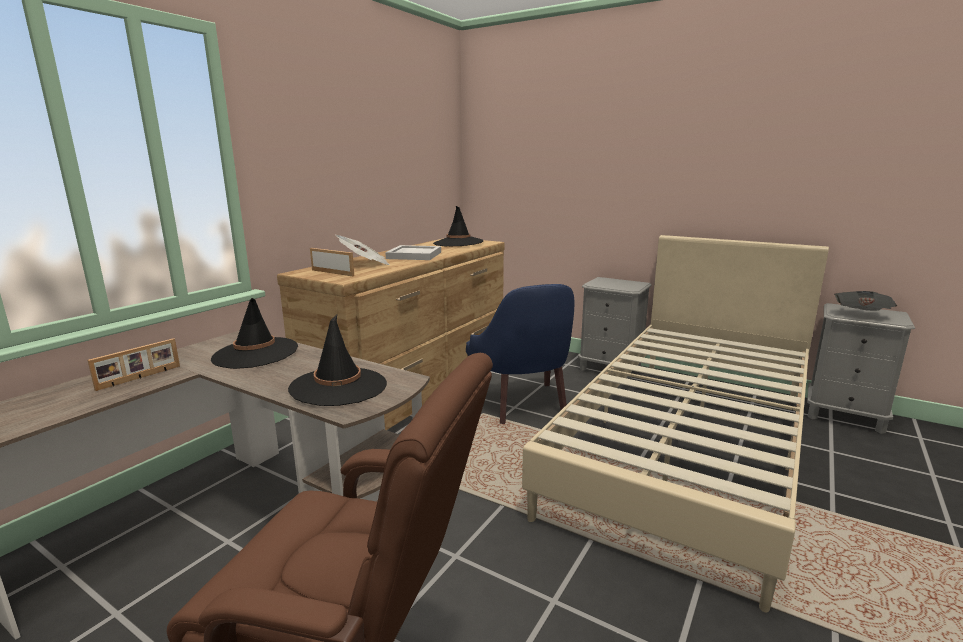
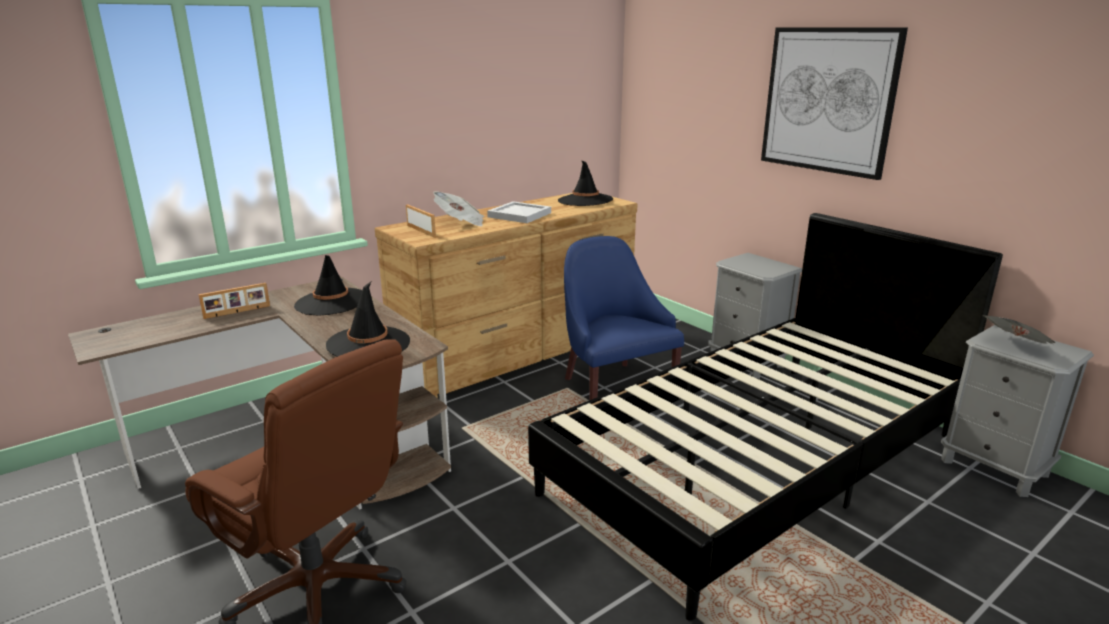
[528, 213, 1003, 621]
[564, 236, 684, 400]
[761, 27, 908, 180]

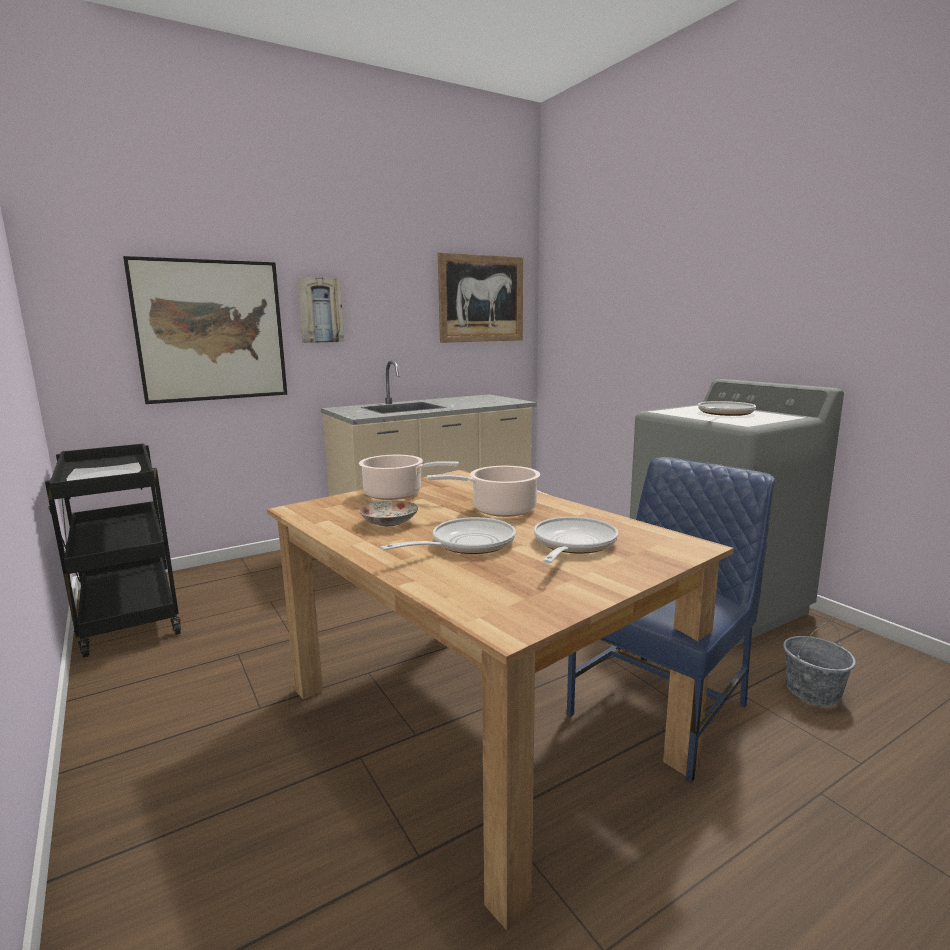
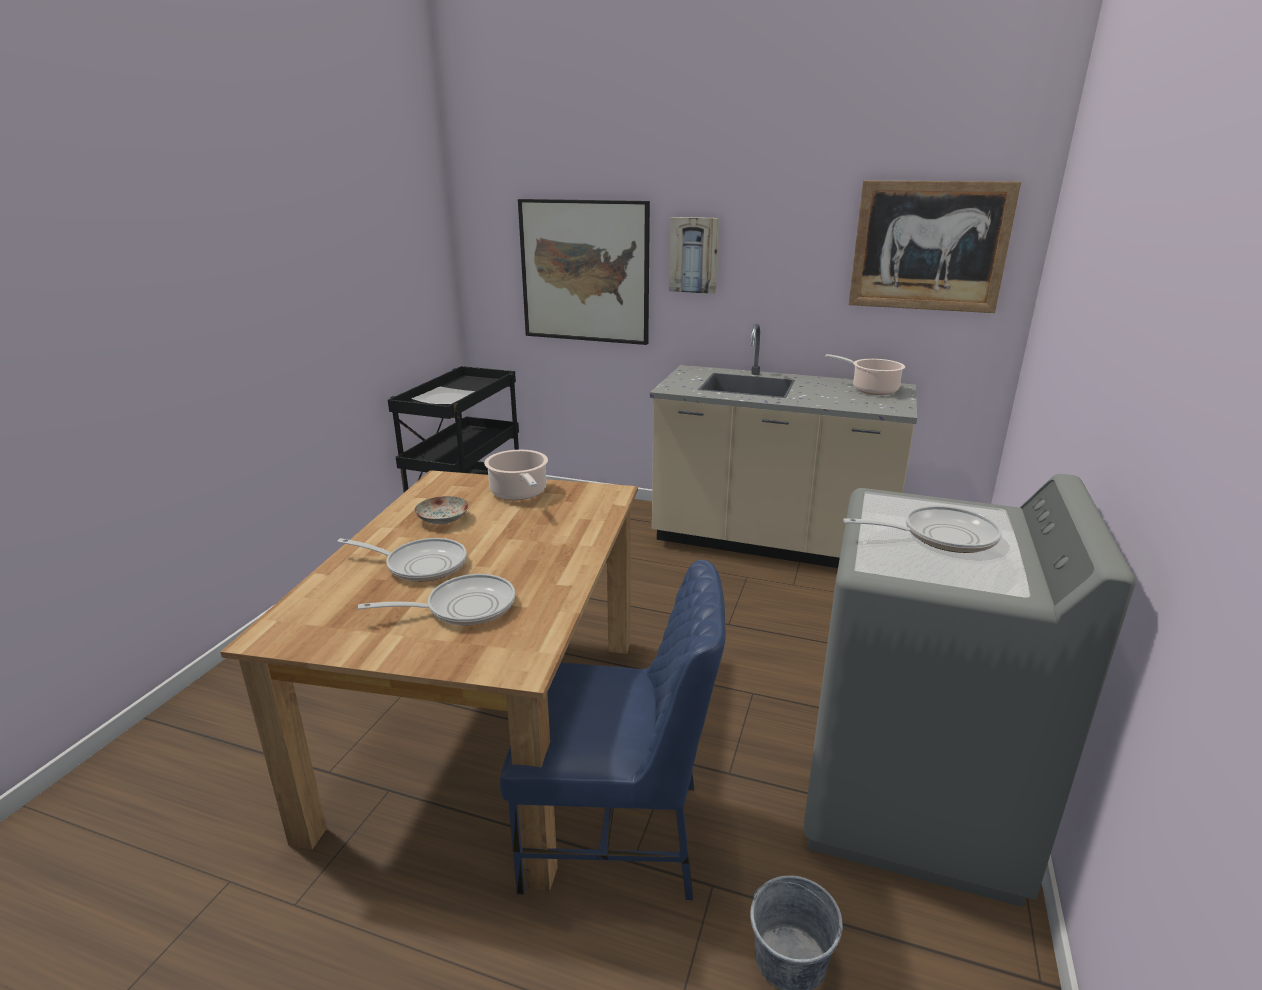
[825, 354, 905, 395]

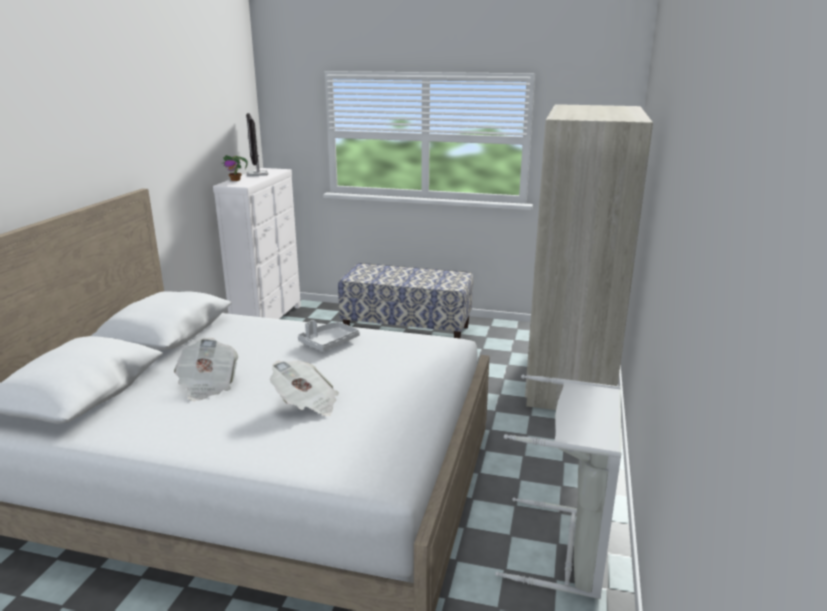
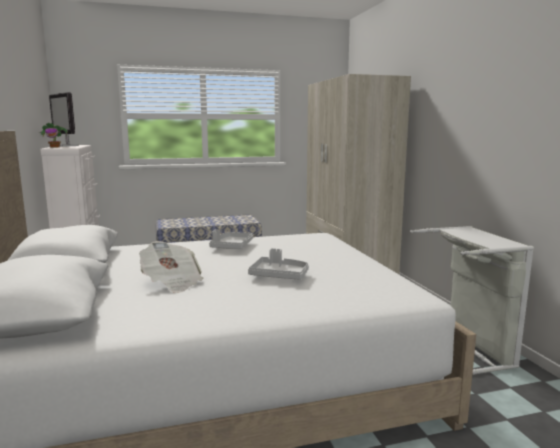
[248, 248, 309, 280]

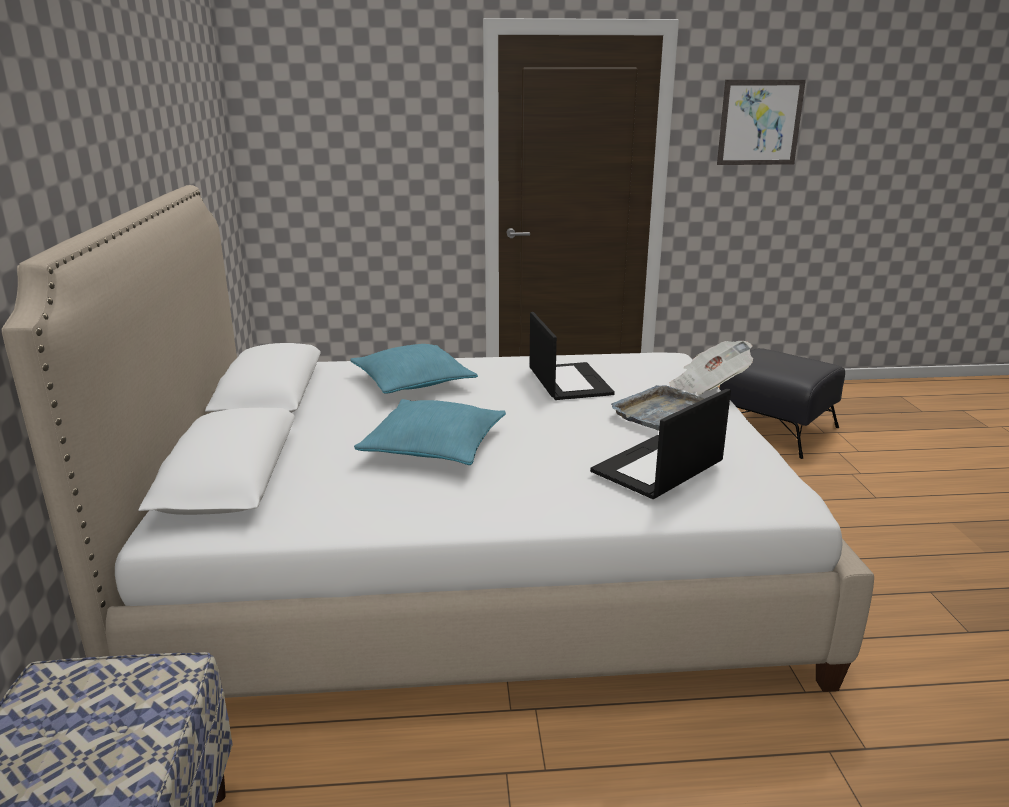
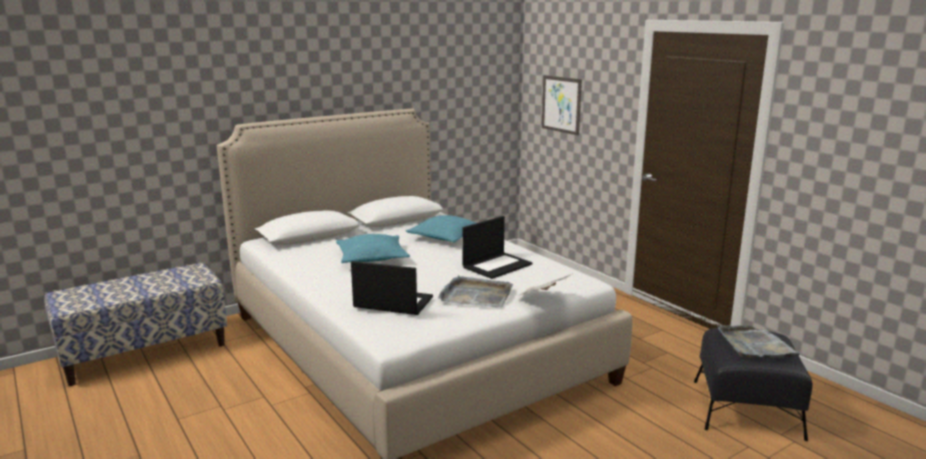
[542, 75, 582, 135]
[718, 325, 803, 359]

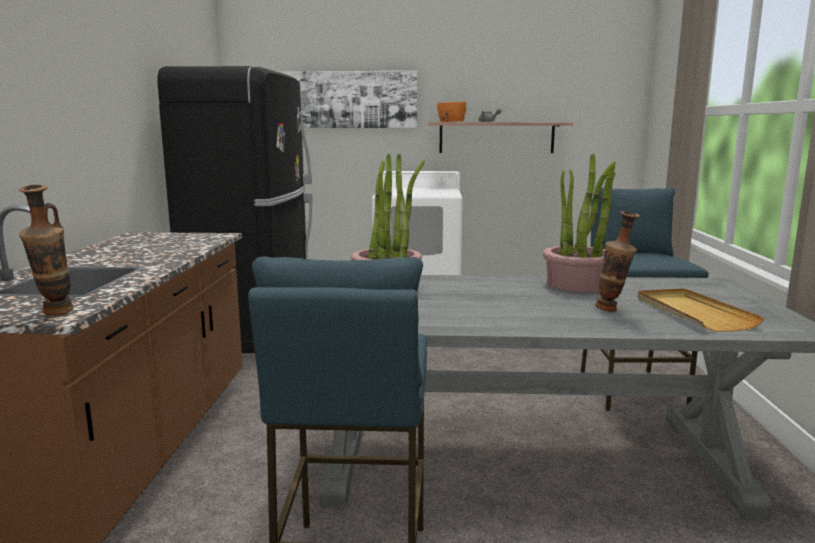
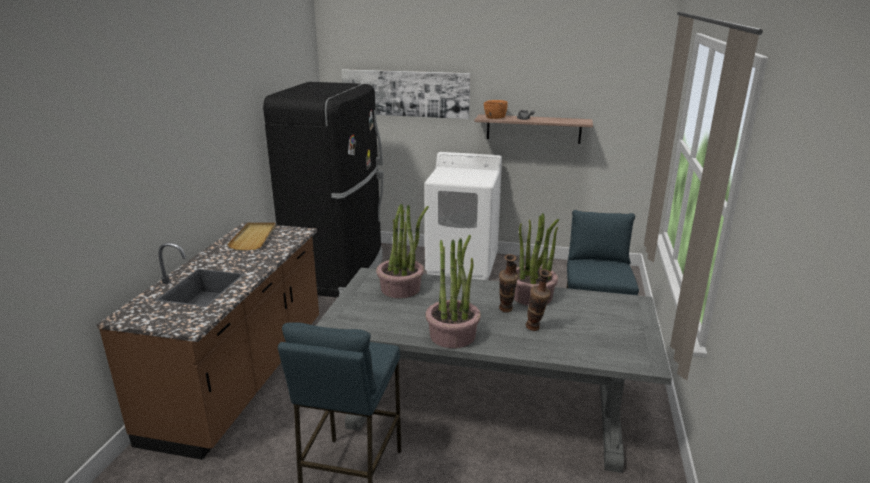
[499, 254, 518, 312]
[227, 222, 276, 250]
[425, 235, 481, 348]

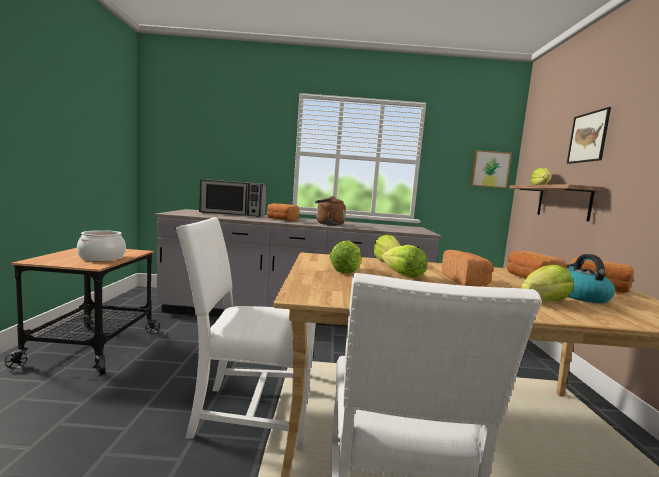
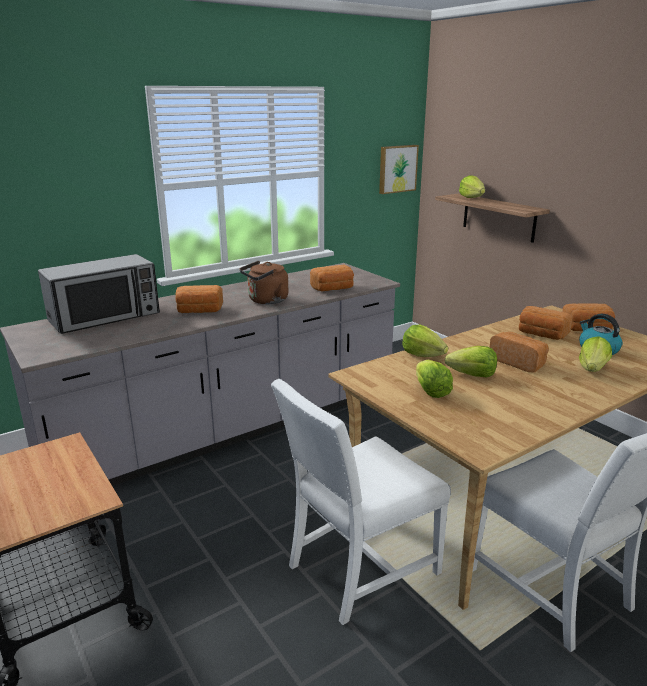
[567, 107, 611, 164] (first image)
[77, 230, 126, 261] (first image)
[310, 265, 354, 292]

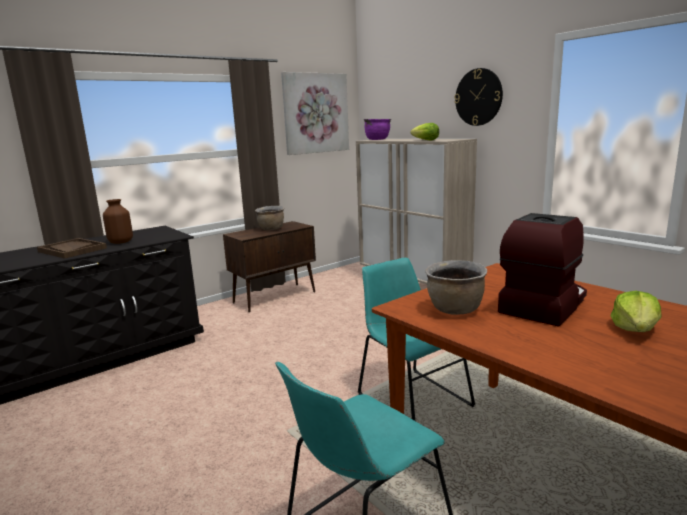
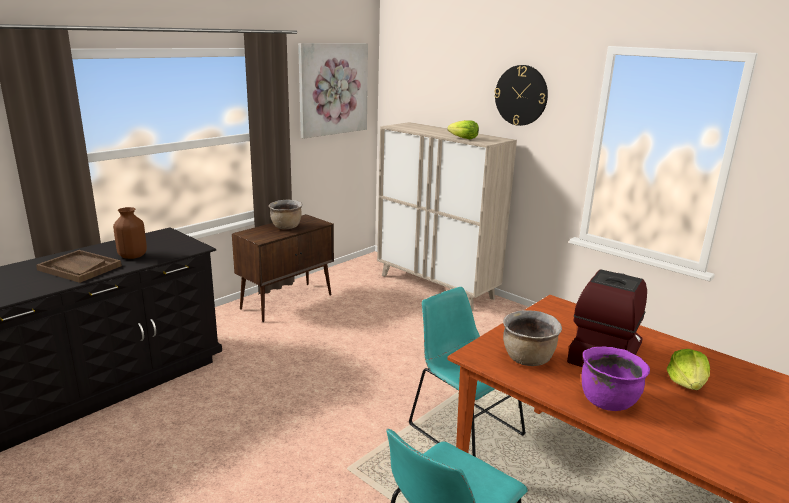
[582, 347, 650, 411]

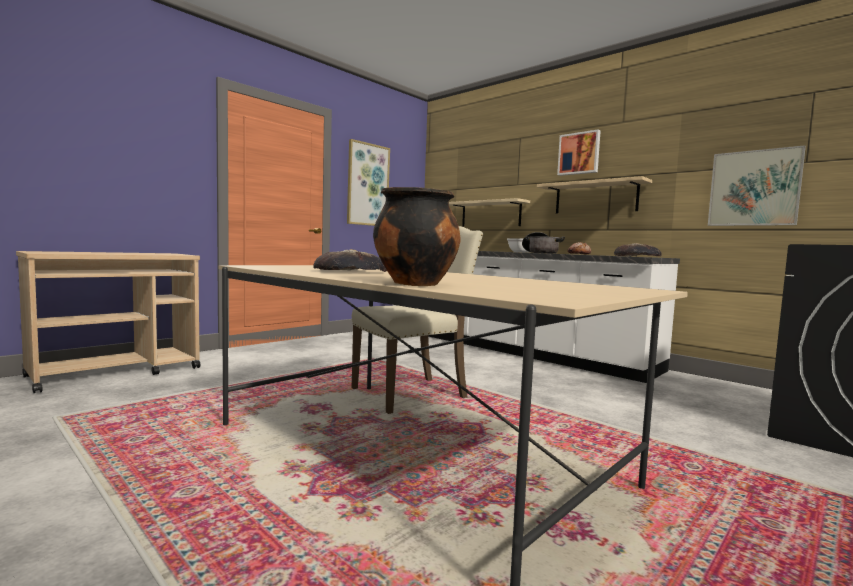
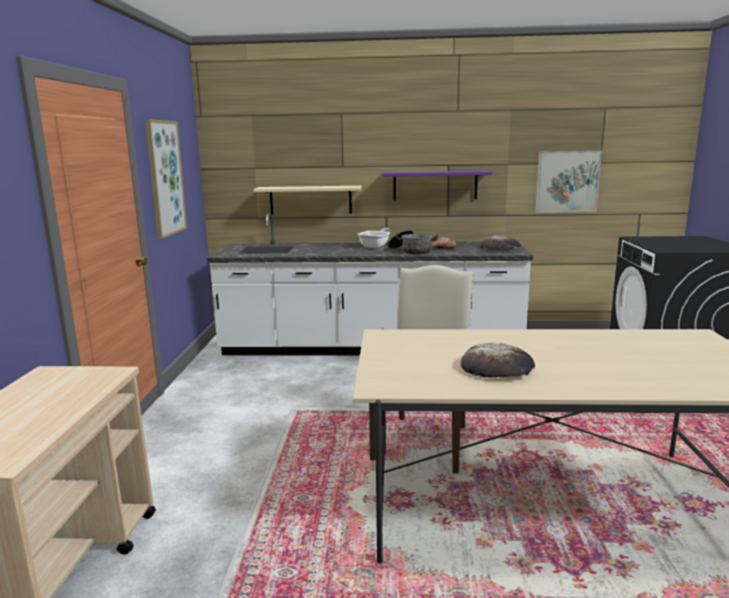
[557, 129, 601, 176] (first image)
[382, 170, 492, 200]
[373, 187, 460, 286] (first image)

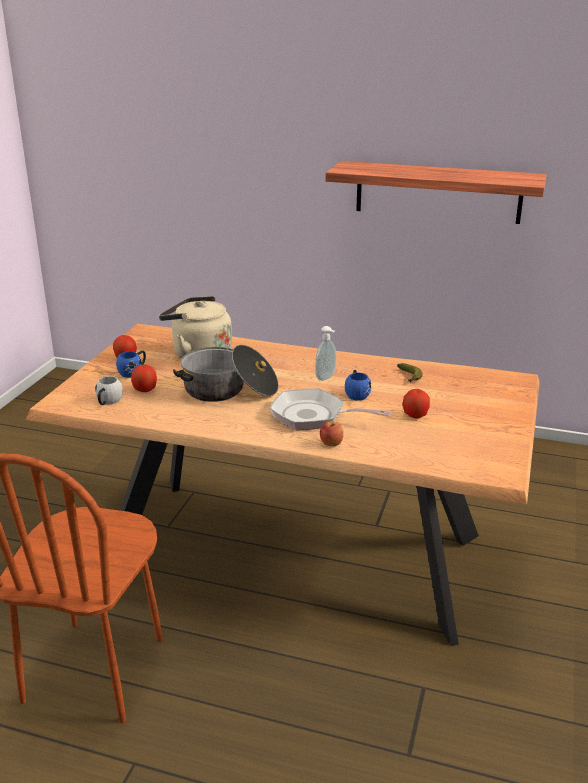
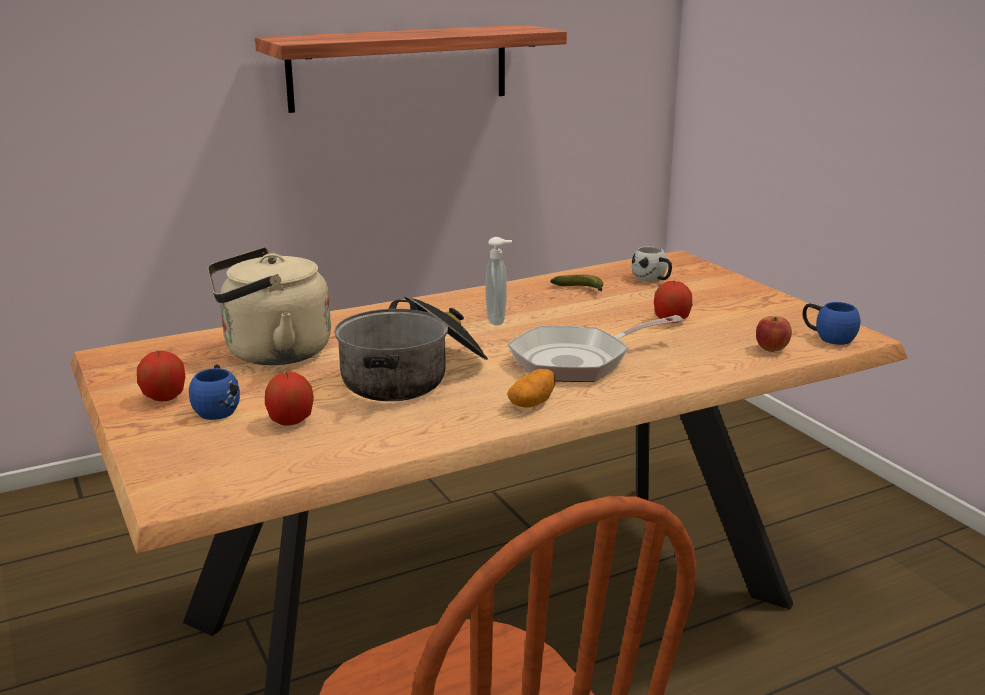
[803, 302, 861, 345]
[632, 246, 672, 282]
[756, 316, 792, 352]
[507, 369, 555, 408]

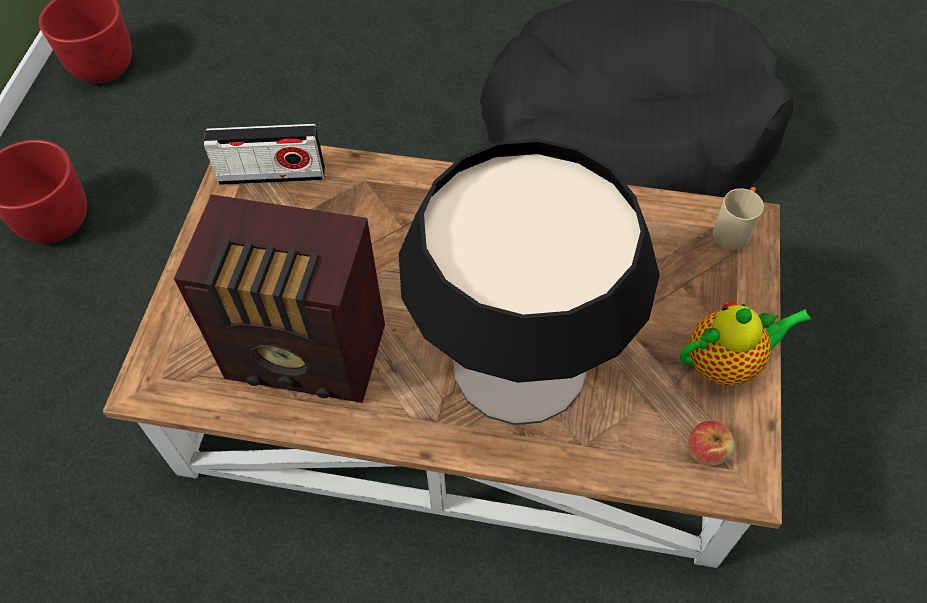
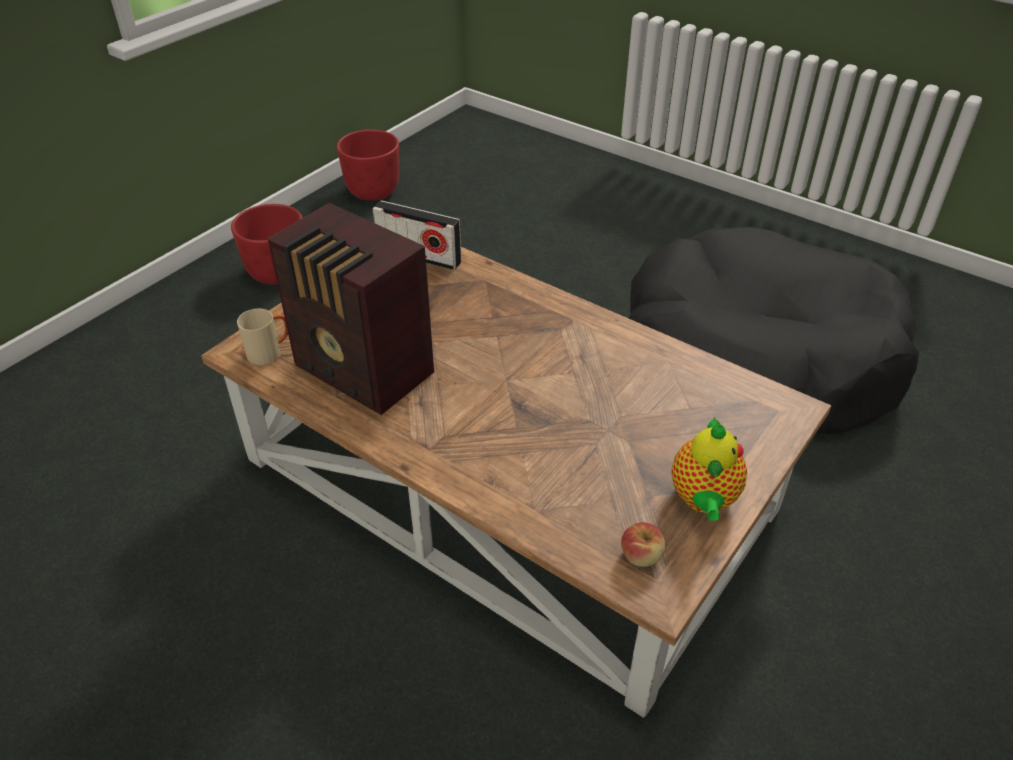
[399, 139, 660, 425] (first image)
[237, 309, 288, 365]
[672, 416, 747, 521]

